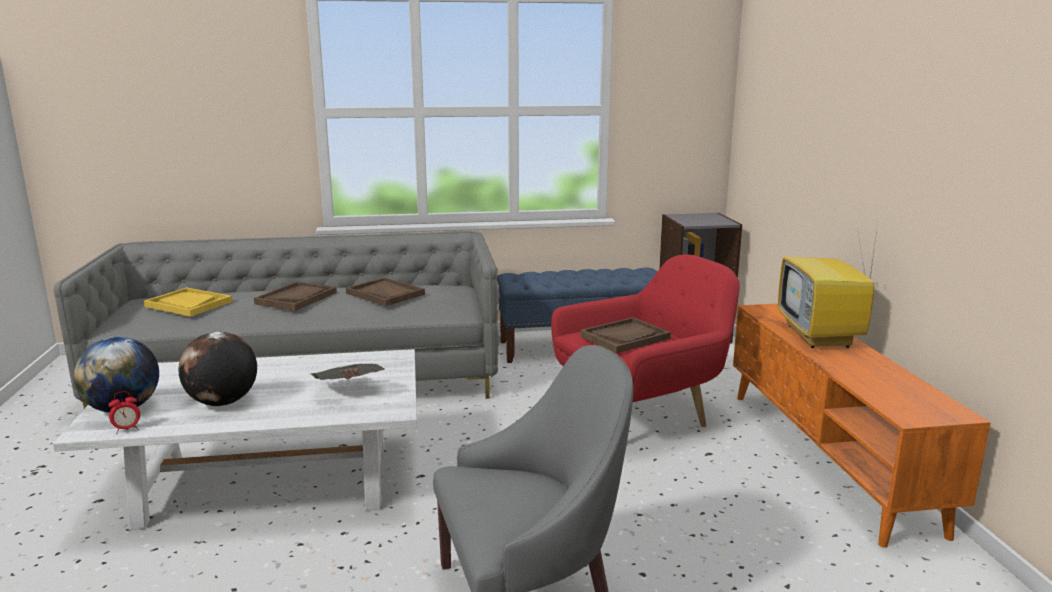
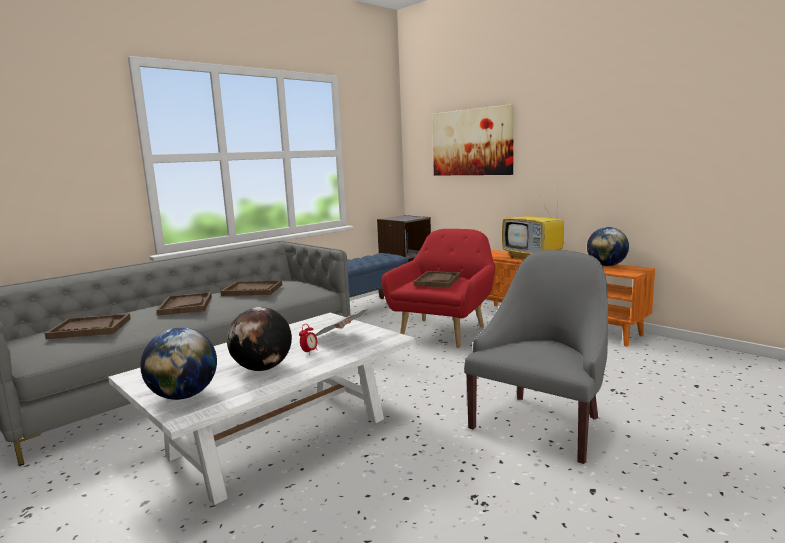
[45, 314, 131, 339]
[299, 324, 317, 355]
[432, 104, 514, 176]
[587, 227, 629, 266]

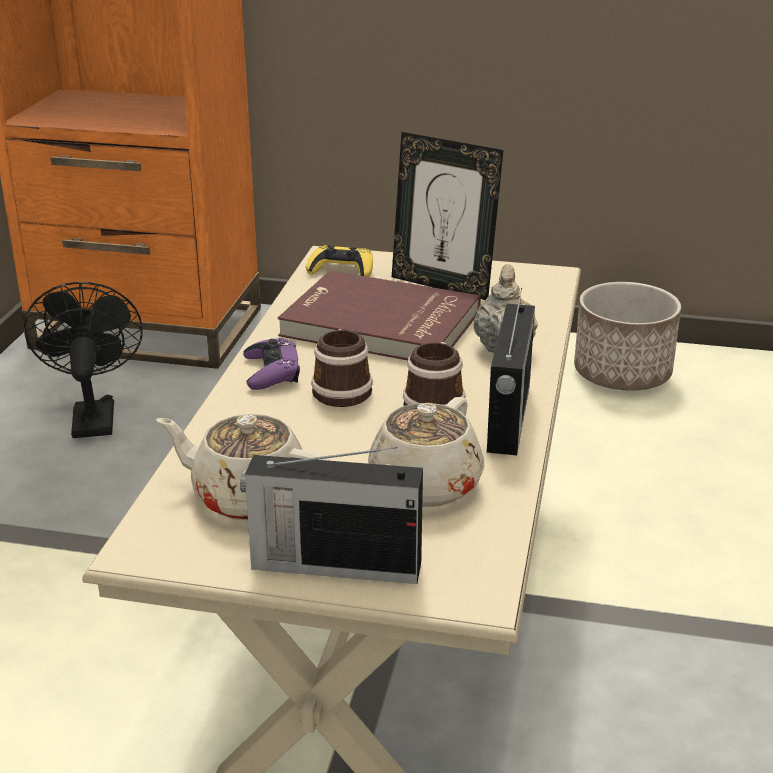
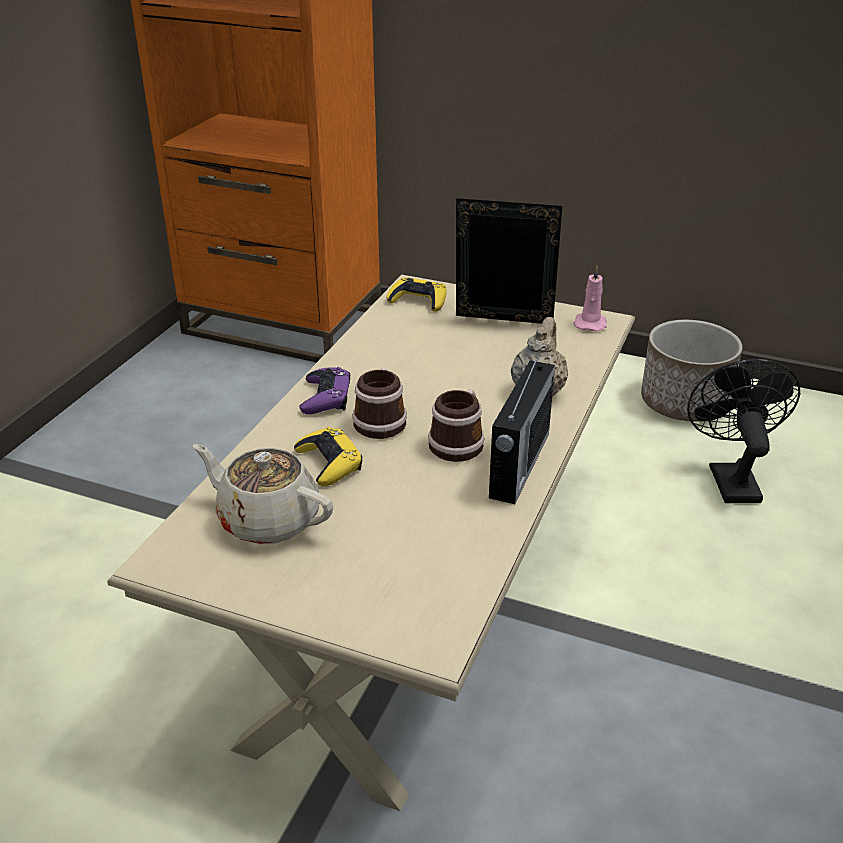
[456, 198, 562, 324]
[278, 271, 481, 360] (first image)
[687, 359, 800, 503]
[368, 397, 484, 507] (first image)
[240, 447, 423, 584] (first image)
[573, 265, 607, 332]
[294, 427, 362, 486]

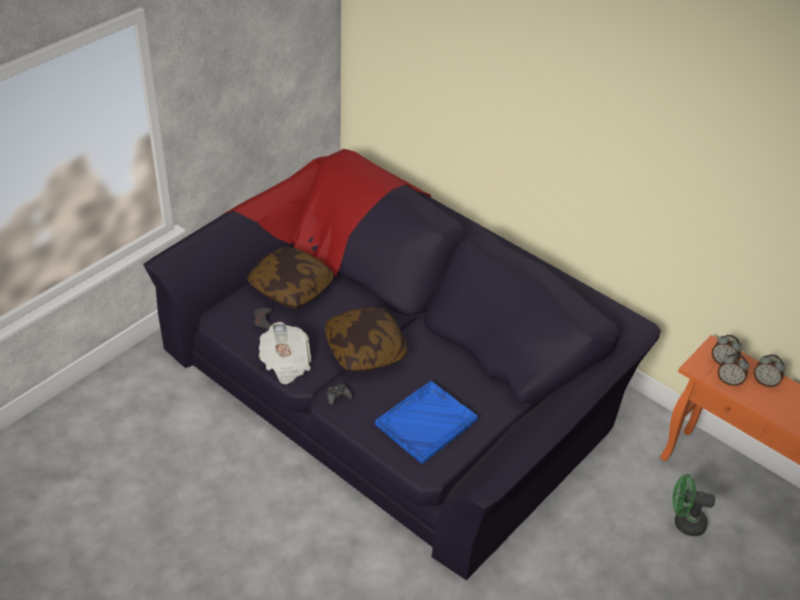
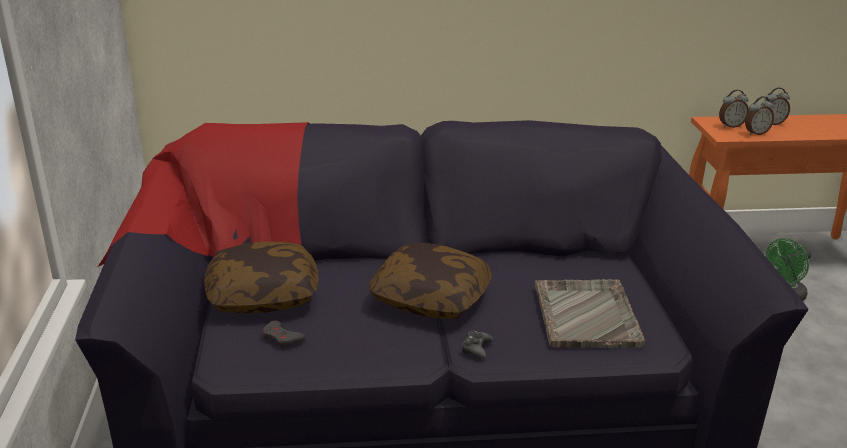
[259, 322, 311, 385] (first image)
[535, 279, 645, 348]

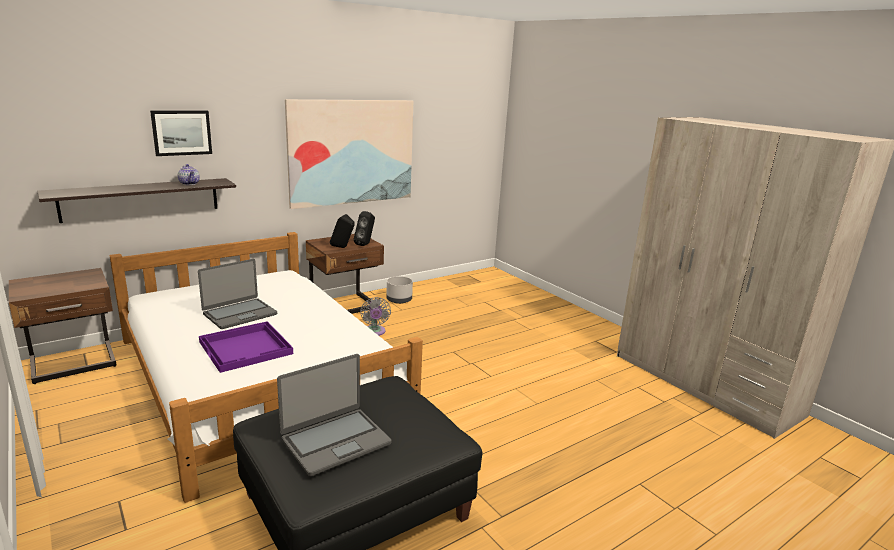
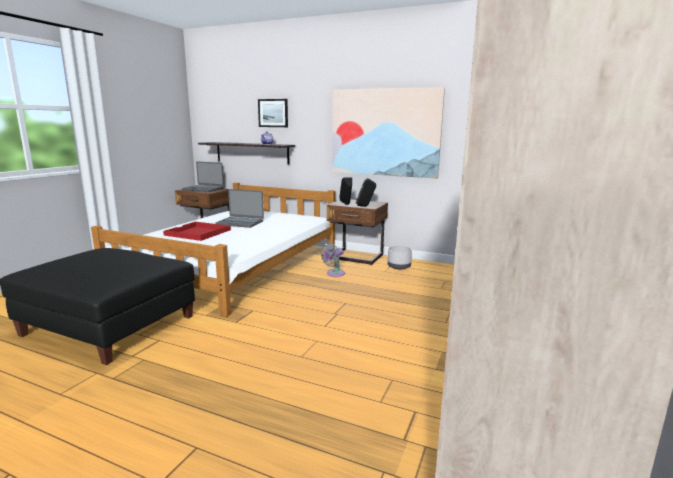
[163, 222, 231, 241]
[182, 161, 224, 192]

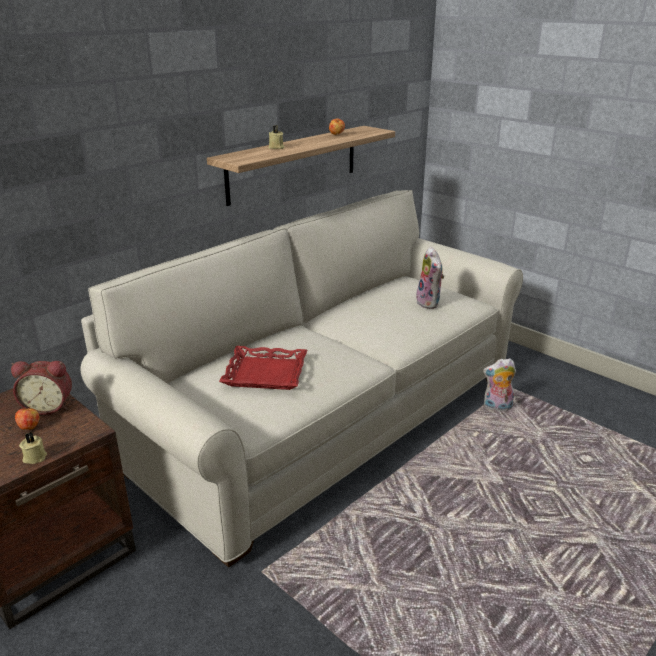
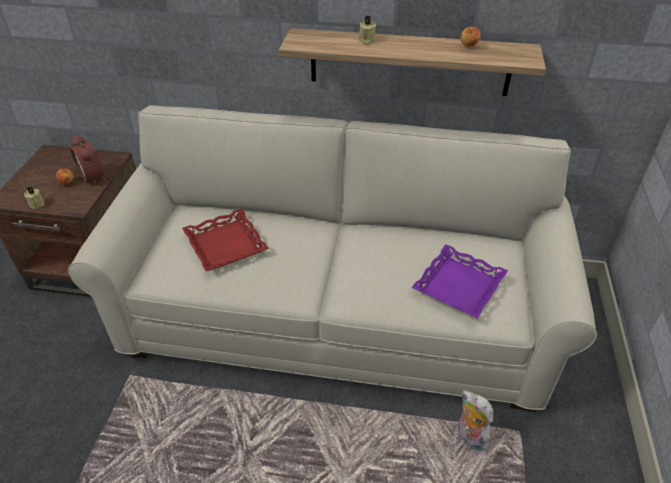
[411, 244, 508, 319]

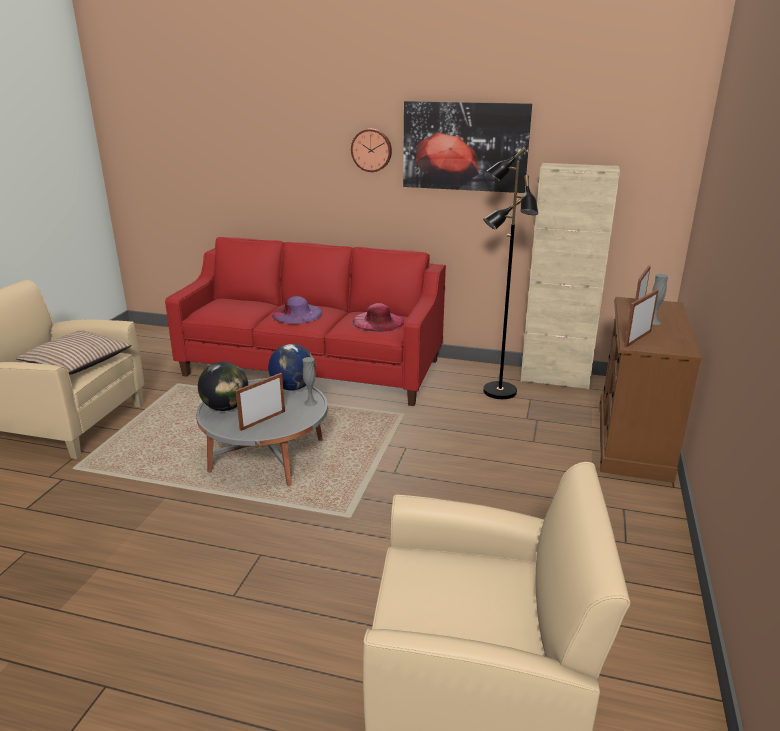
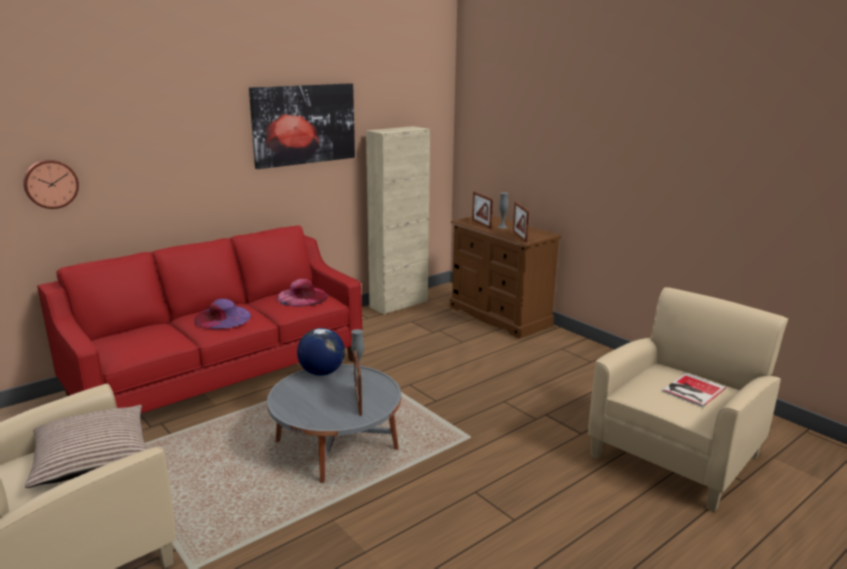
[23, 160, 79, 209]
[483, 148, 538, 399] (first image)
[198, 362, 248, 411] (first image)
[662, 373, 726, 407]

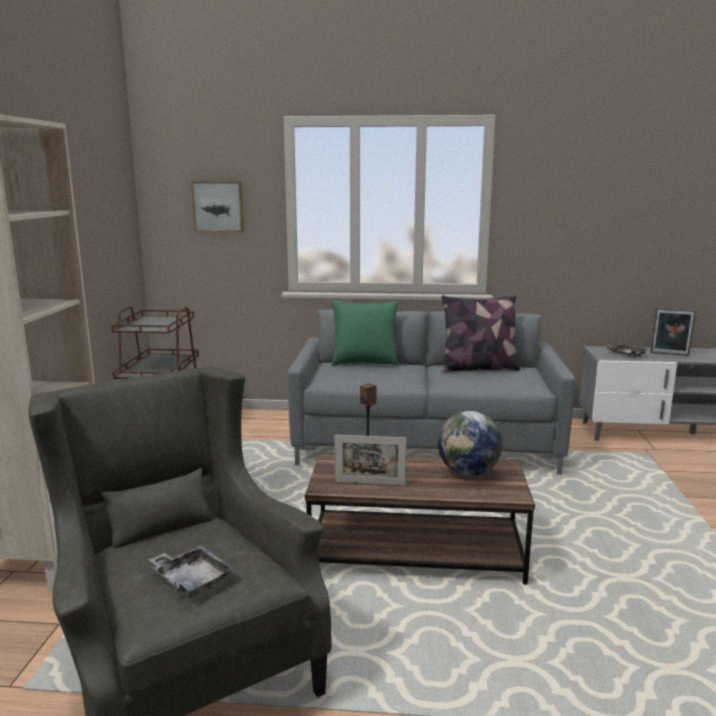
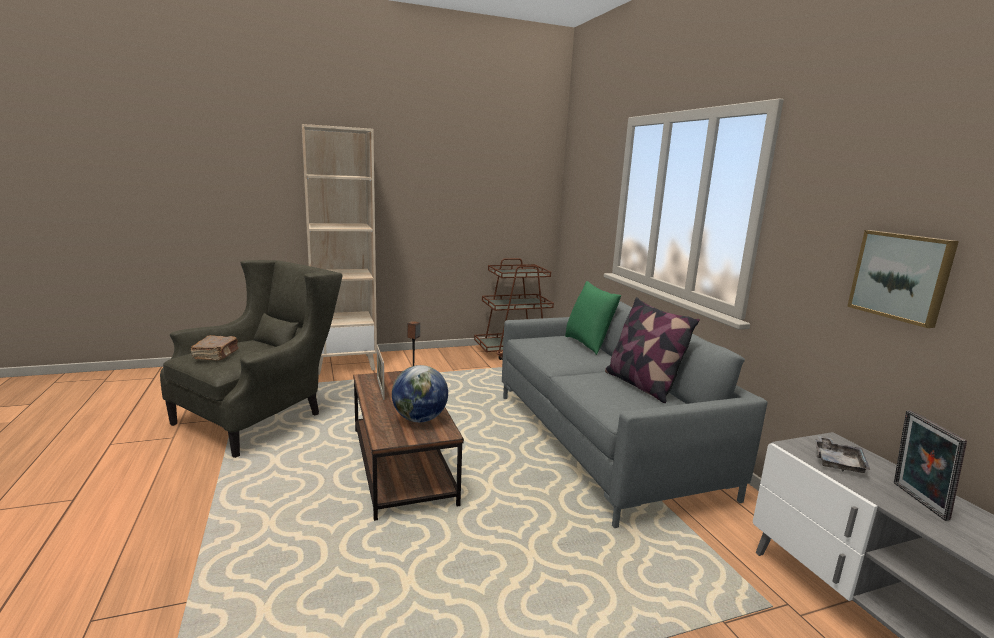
[847, 230, 959, 328]
[191, 335, 239, 361]

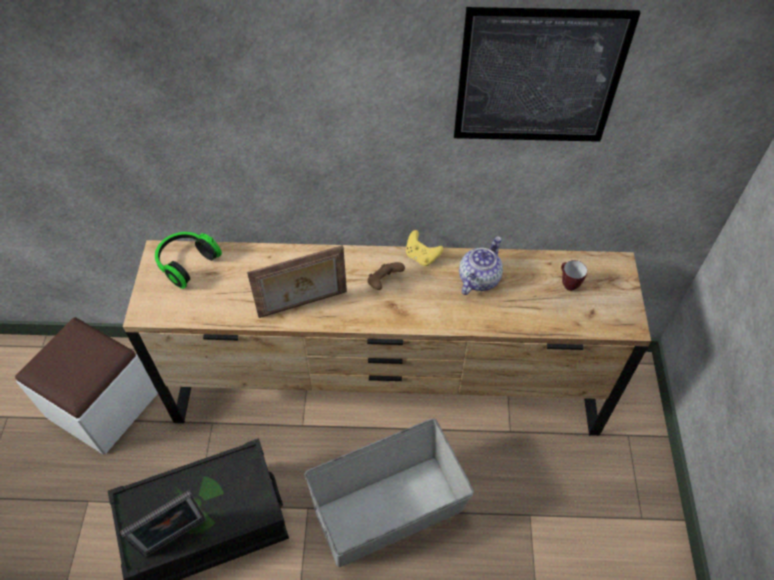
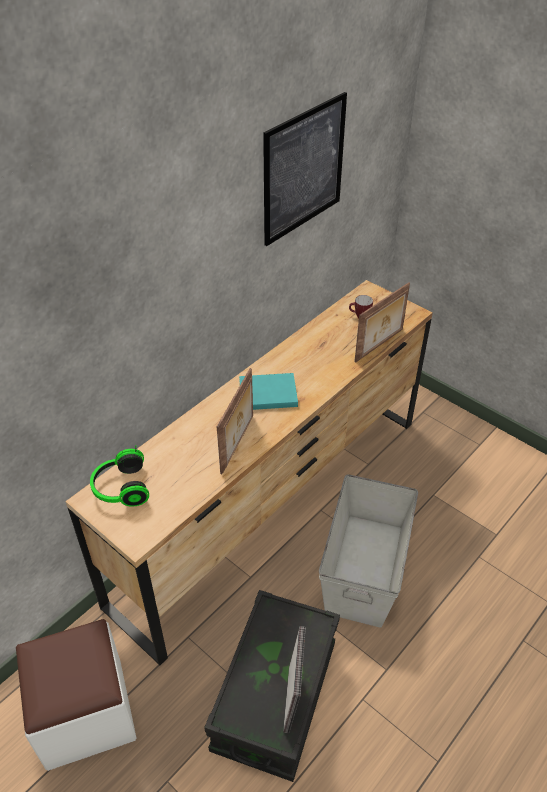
[406, 230, 444, 266] (first image)
[459, 236, 503, 295] (first image)
[239, 373, 298, 410]
[354, 282, 410, 363]

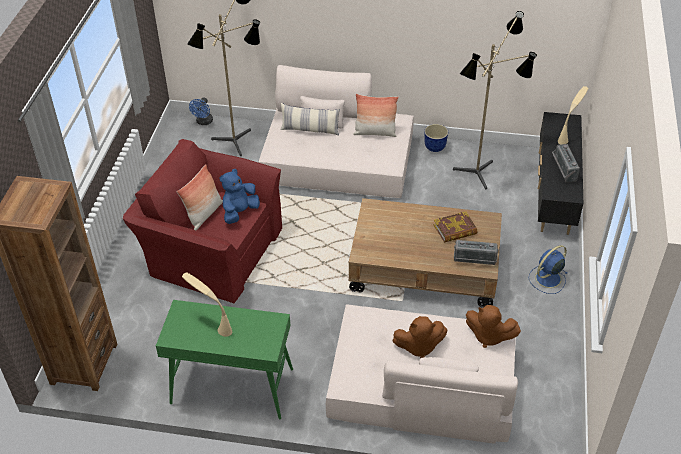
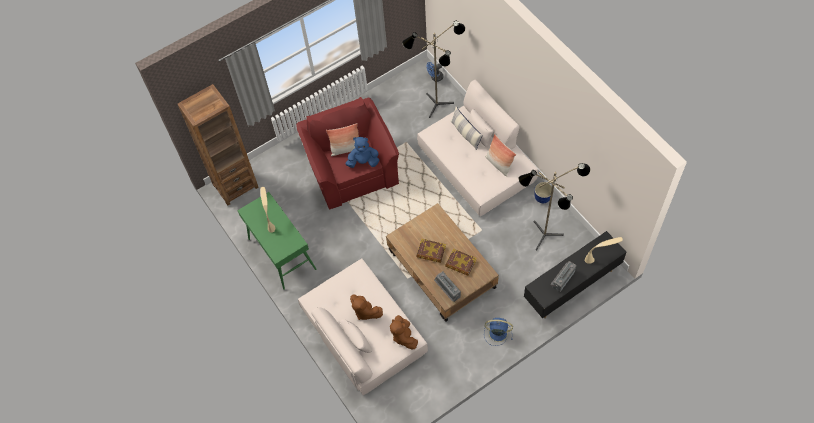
[416, 239, 446, 263]

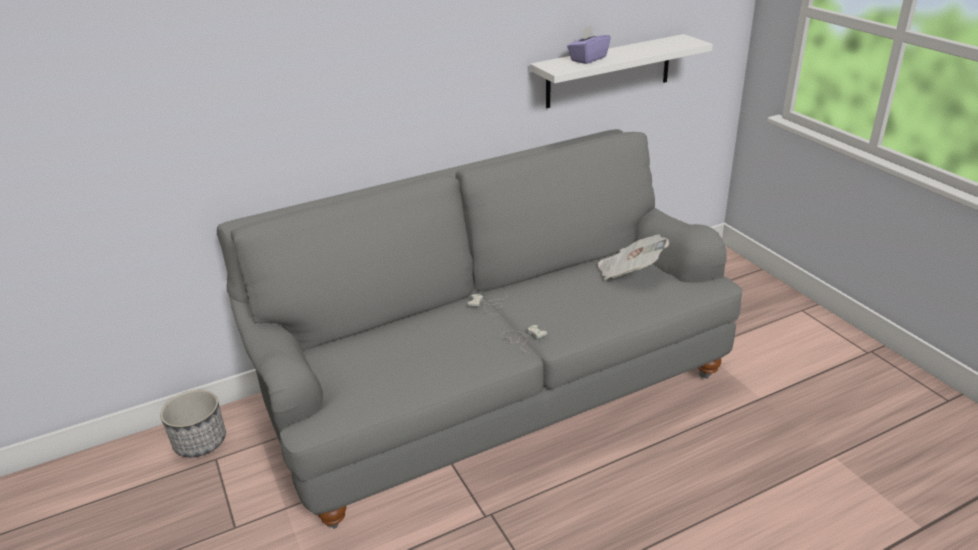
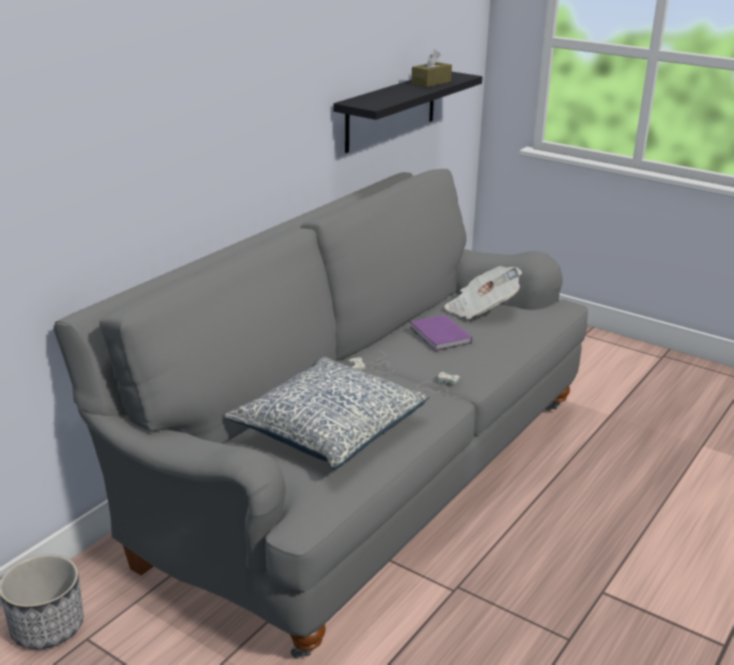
[567, 26, 611, 64] (first image)
[333, 72, 482, 153]
[411, 49, 452, 87]
[410, 315, 472, 351]
[224, 357, 430, 469]

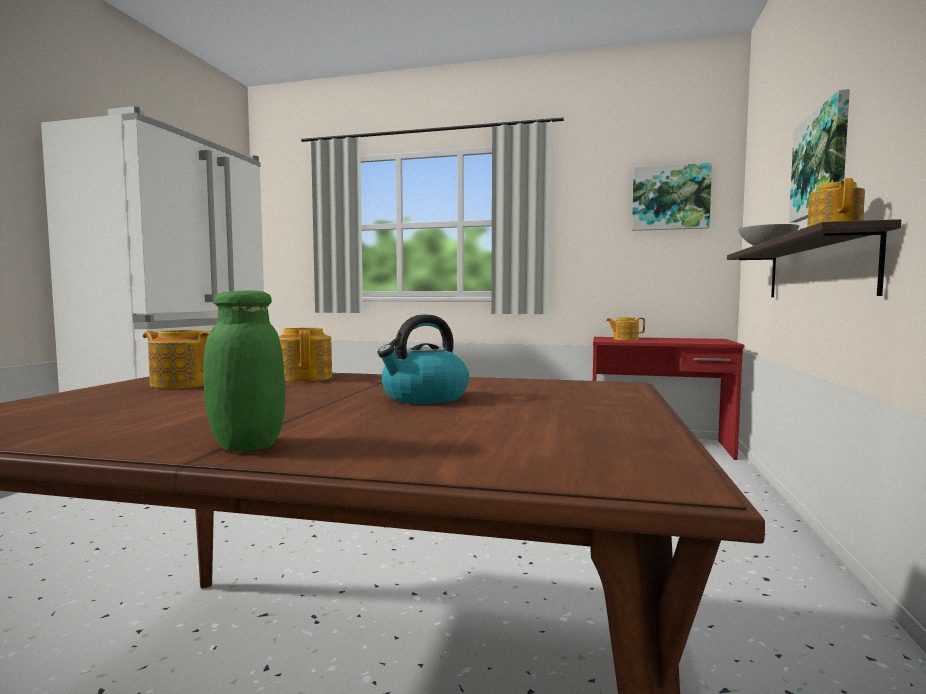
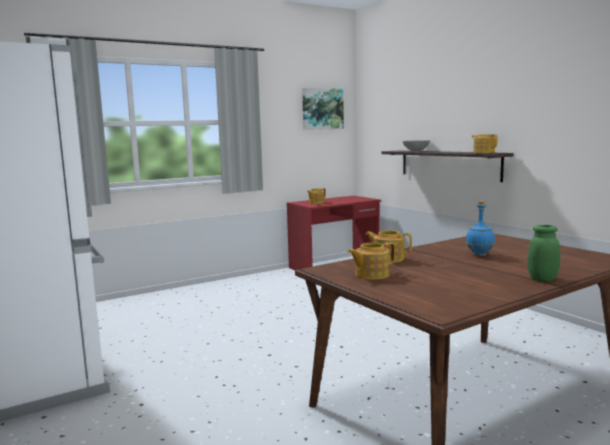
[789, 89, 850, 223] (first image)
[466, 201, 495, 256]

